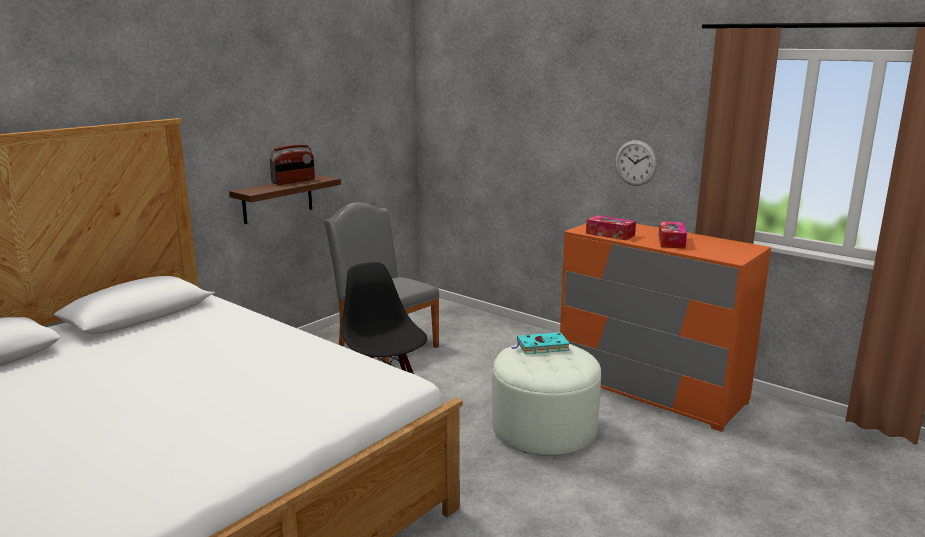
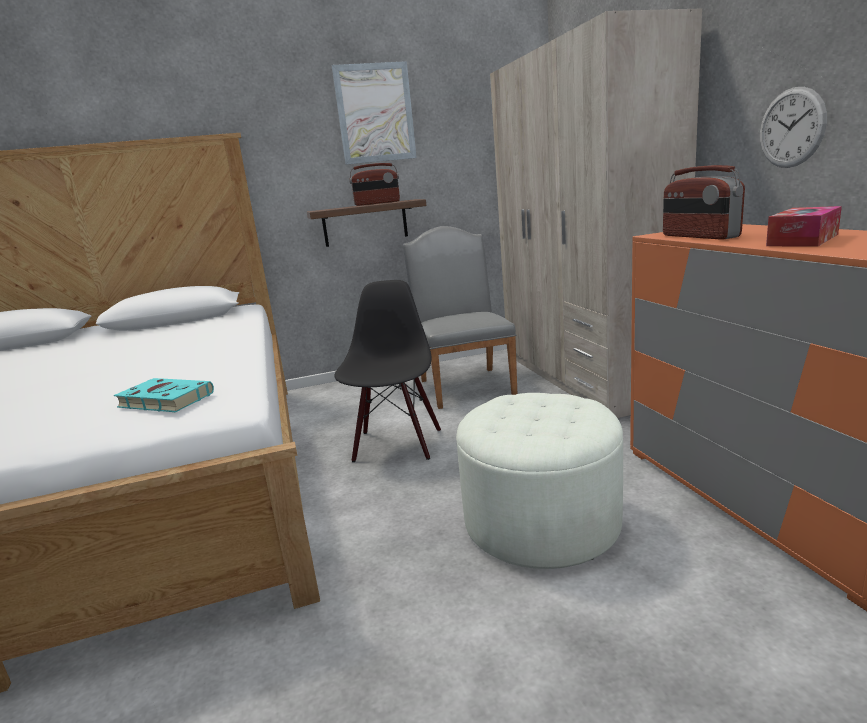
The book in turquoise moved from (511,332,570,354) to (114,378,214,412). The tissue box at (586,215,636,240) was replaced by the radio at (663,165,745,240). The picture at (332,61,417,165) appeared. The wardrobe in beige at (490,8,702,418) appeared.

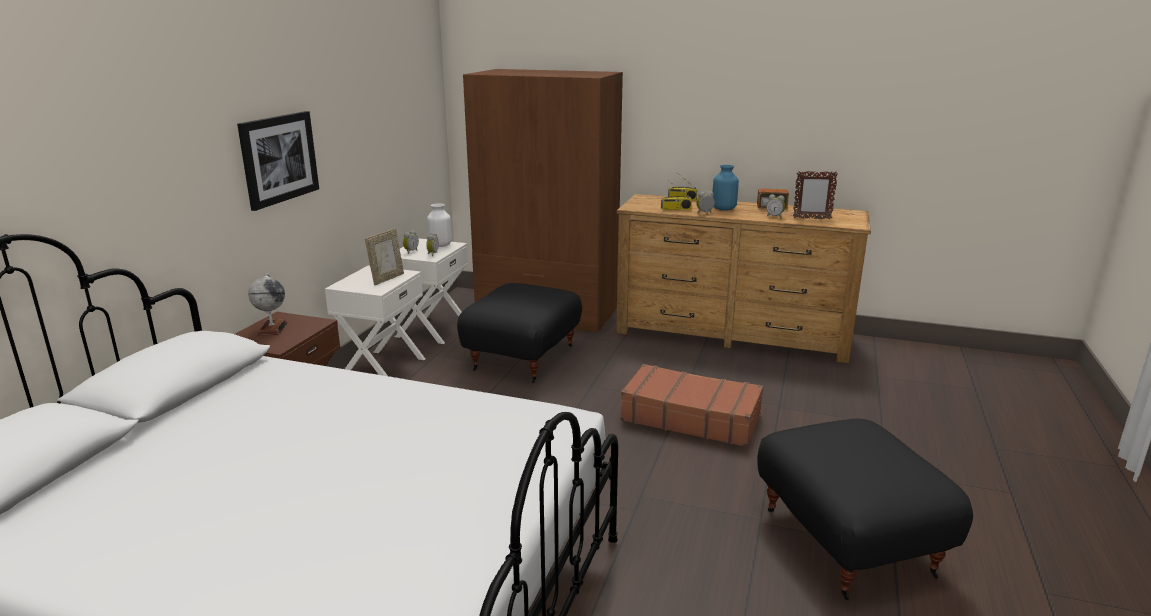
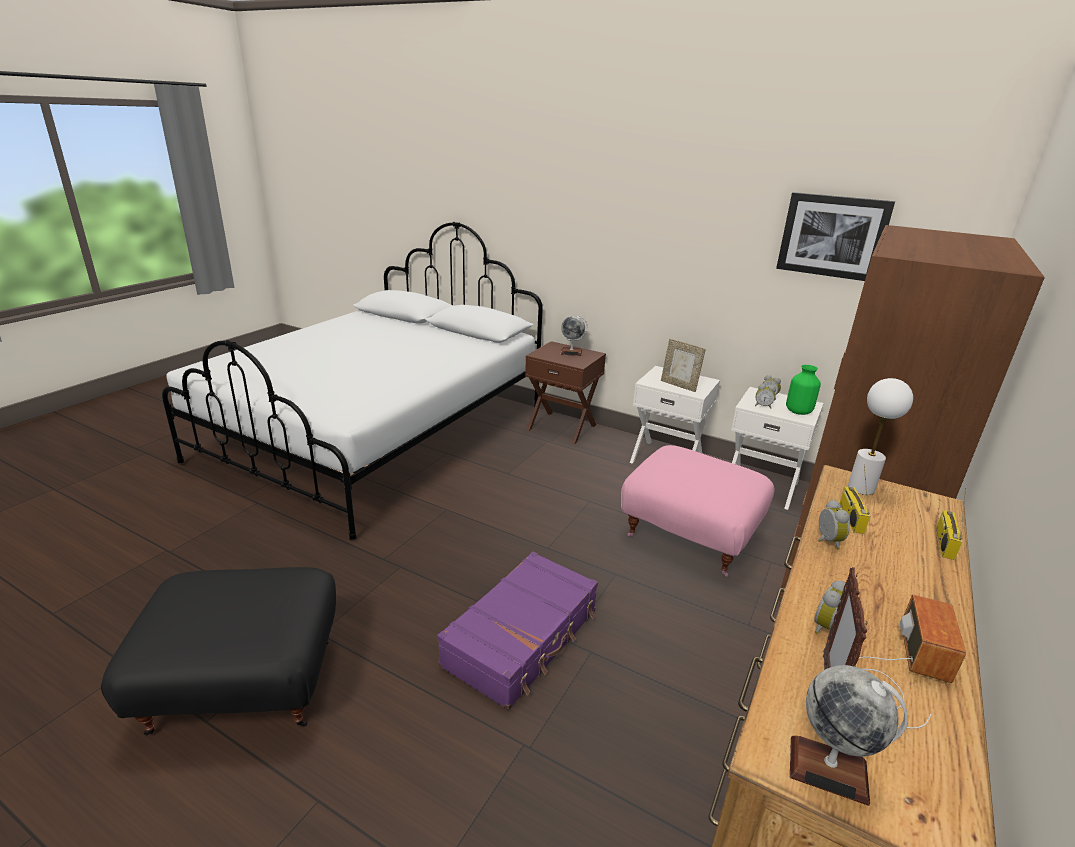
The picture moved from (237,111,319,211) to (776,192,895,281). The vase in white at (427,203,452,247) became the vase in green at (786,365,821,415). The ottoman in black at (457,283,582,383) became the ottoman in pink at (621,445,775,577). The suitcase in brown at (620,364,764,447) became the suitcase in purple at (437,552,598,710). The vase in blue at (712,165,739,211) disappeared. The globe at (790,665,908,806) appeared. The table lamp in white at (848,378,913,495) appeared.

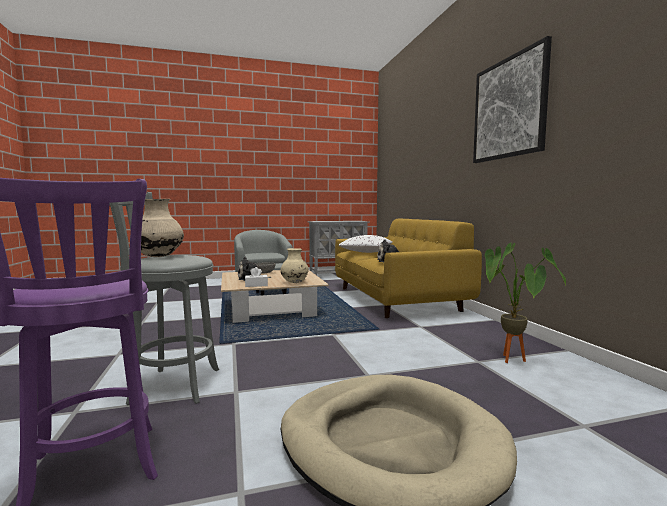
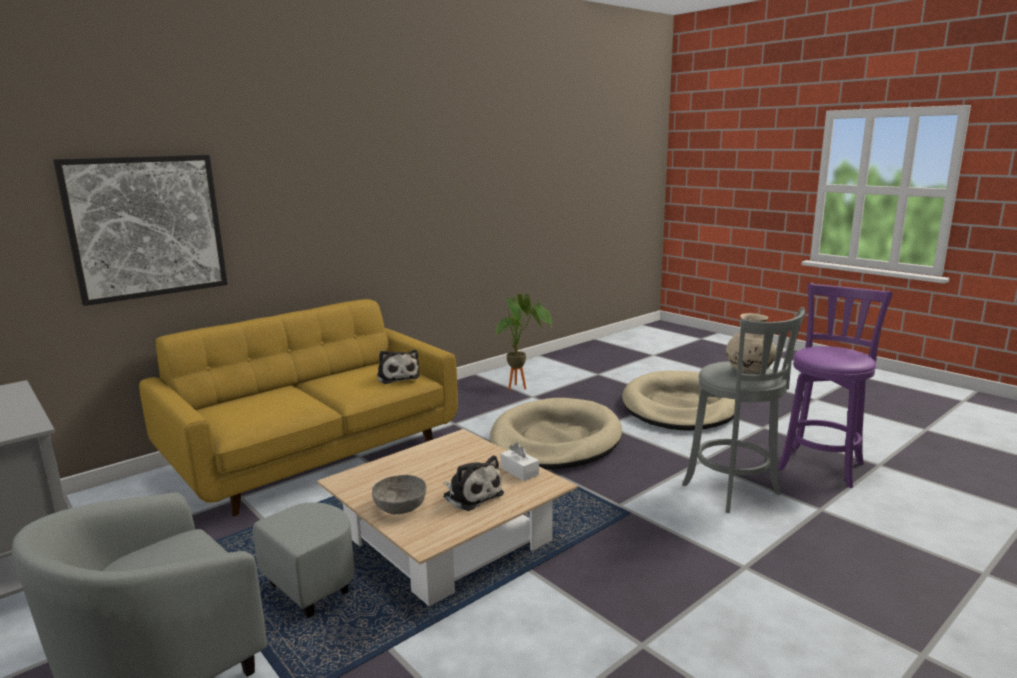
The vase in beige at (280,248,309,283) disappeared. The pillow in white at (339,235,392,253) disappeared. The picture moved from (473,36,552,163) to (53,155,228,306). The dog bed in beige at (490,398,622,470) appeared.

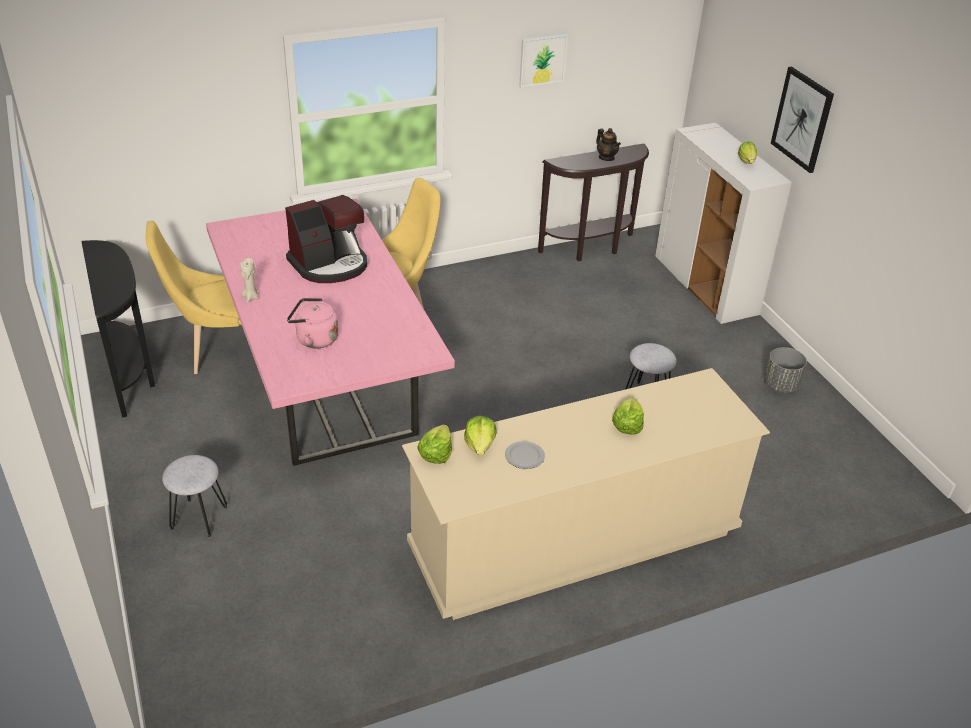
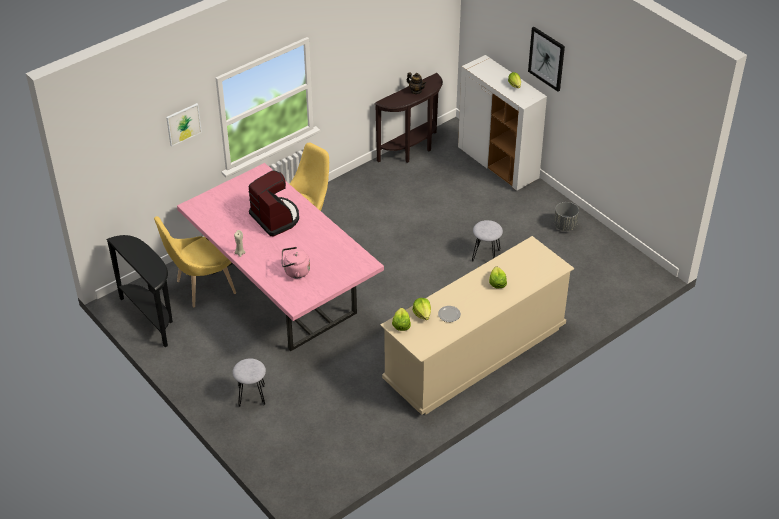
The coffee machine at (285,195,367,283) turned 75 degrees counterclockwise. The picture moved from (519,34,568,87) to (166,103,202,147).

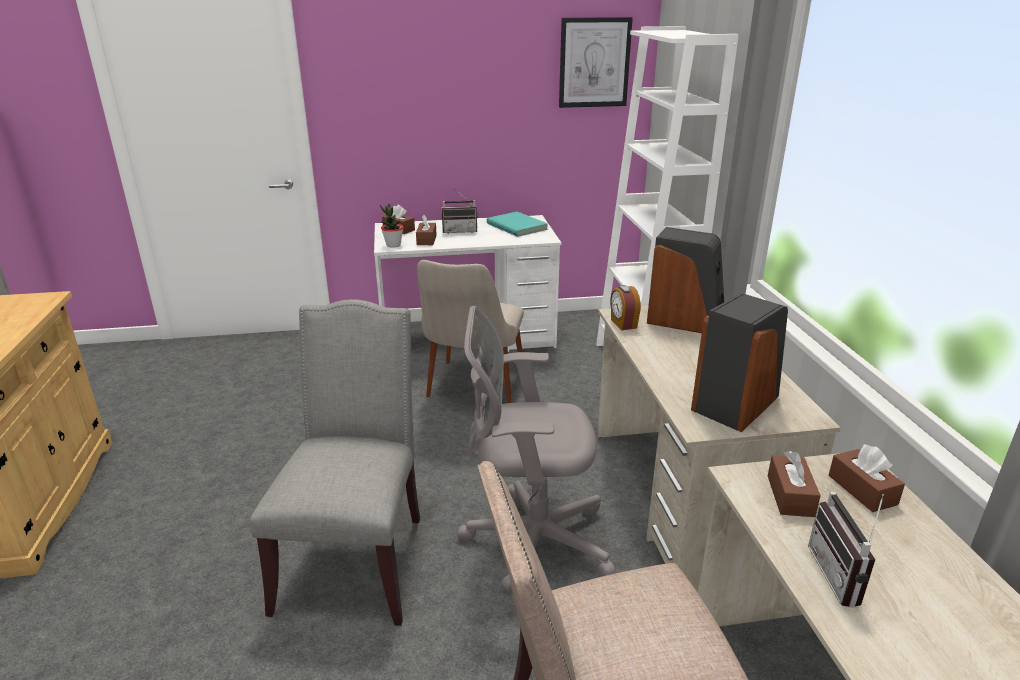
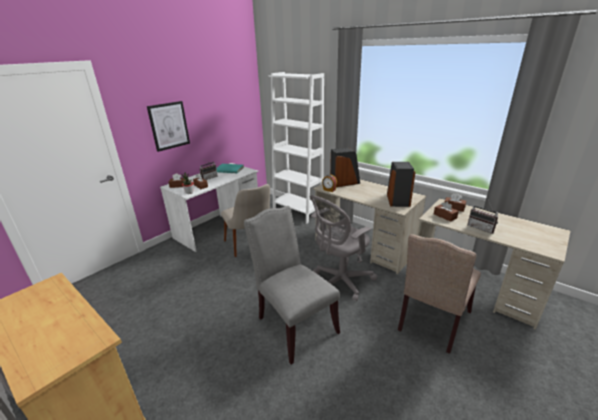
The picture moved from (559,17,633,108) to (147,101,190,152).

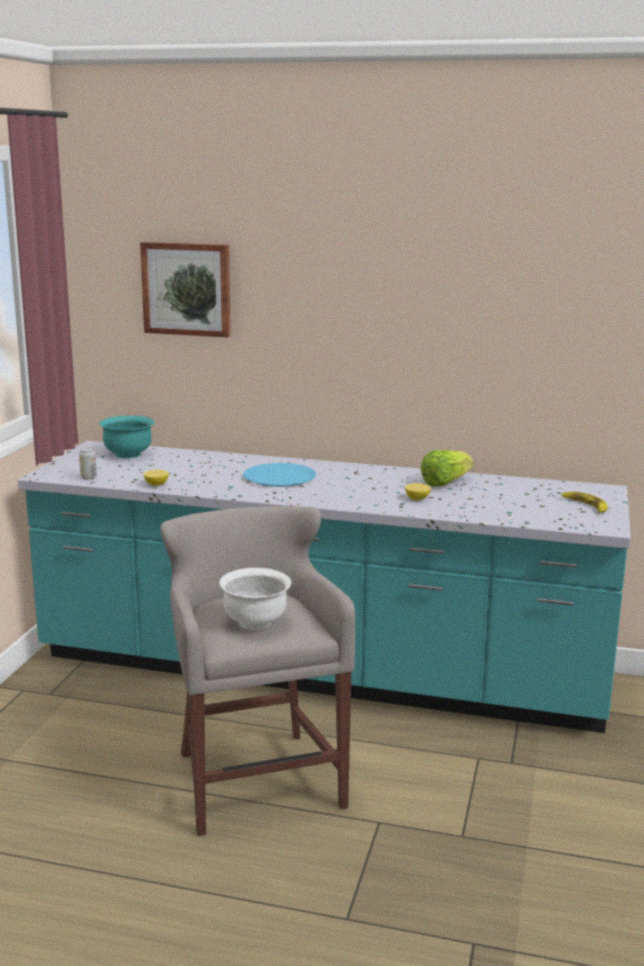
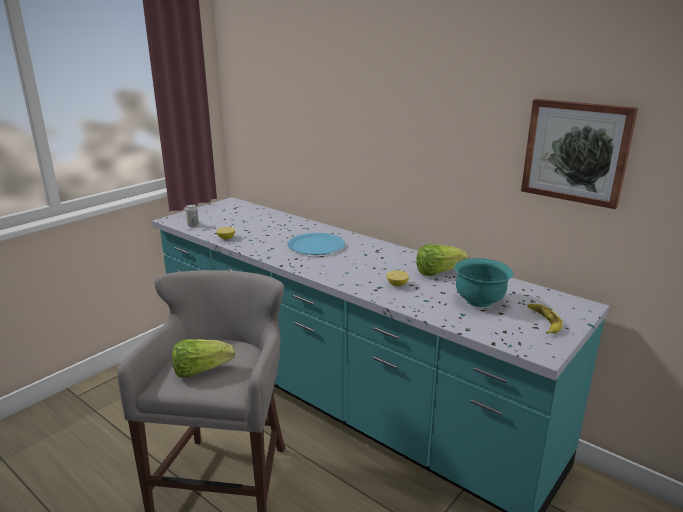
The bowl in turquoise moved from (99,416,155,458) to (454,258,513,307). The picture moved from (140,242,230,337) to (521,99,638,209). The bowl in white at (219,568,291,630) was replaced by the lettuce at (172,339,235,378).

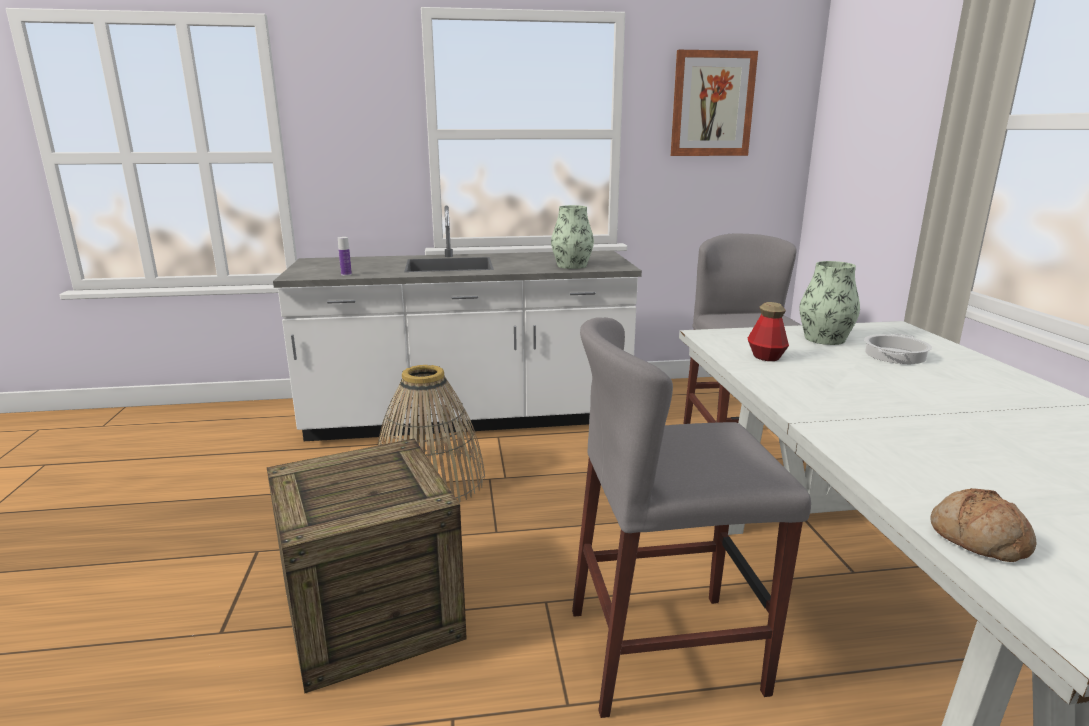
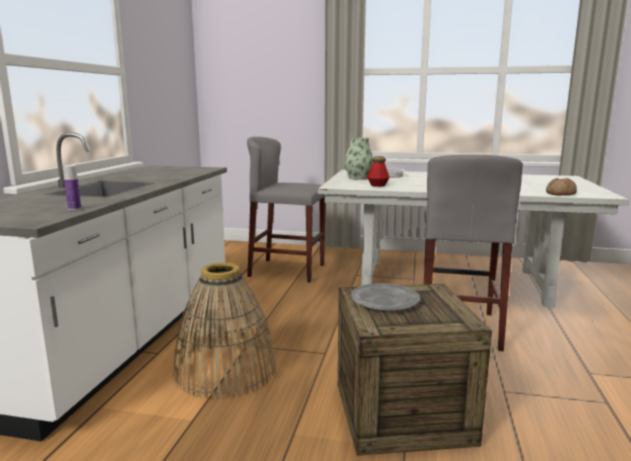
The vase at (551,205,594,269) disappeared. The picture at (671,50,758,156) disappeared. The plate in grey at (351,283,420,310) appeared.

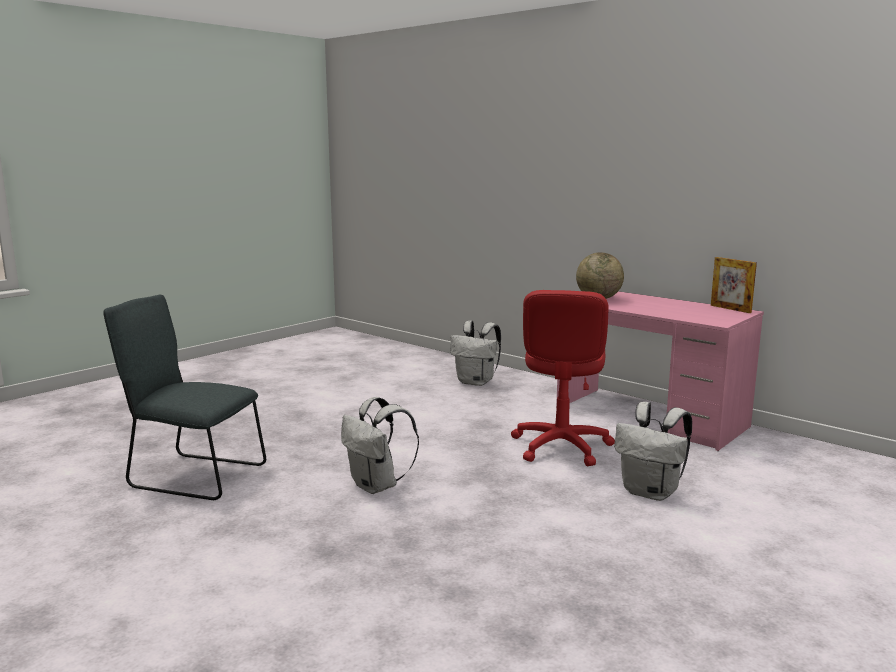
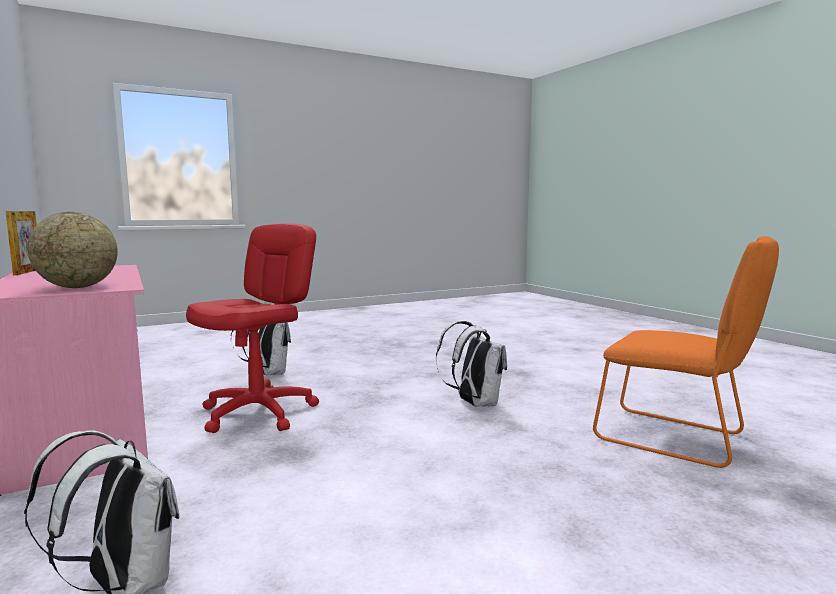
The chair in grey at (103,294,266,500) became the chair in orange at (593,236,779,468).

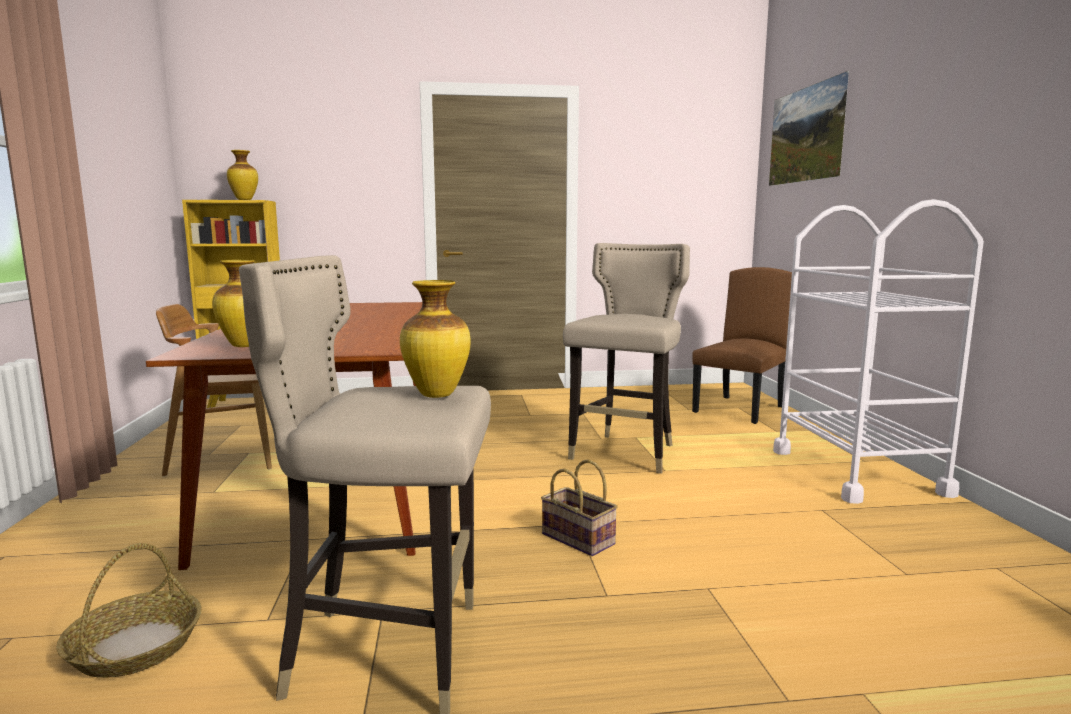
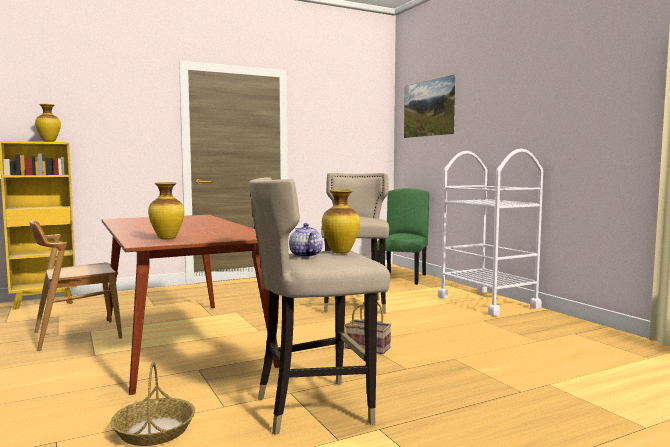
The chair in brown at (692,267,792,424) became the chair in green at (377,188,429,285). The teapot at (289,223,323,257) appeared.

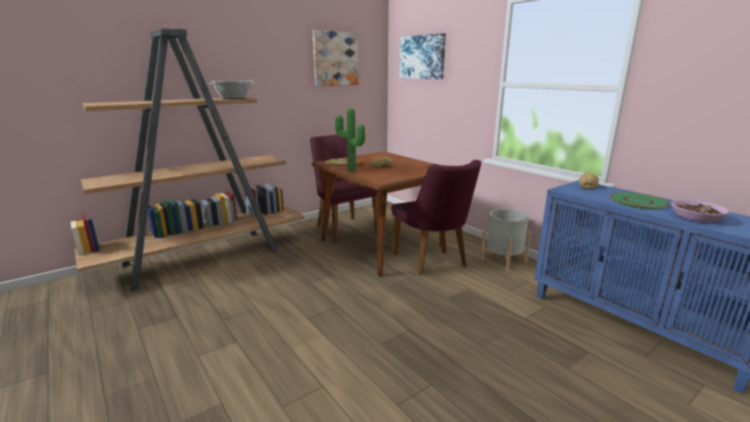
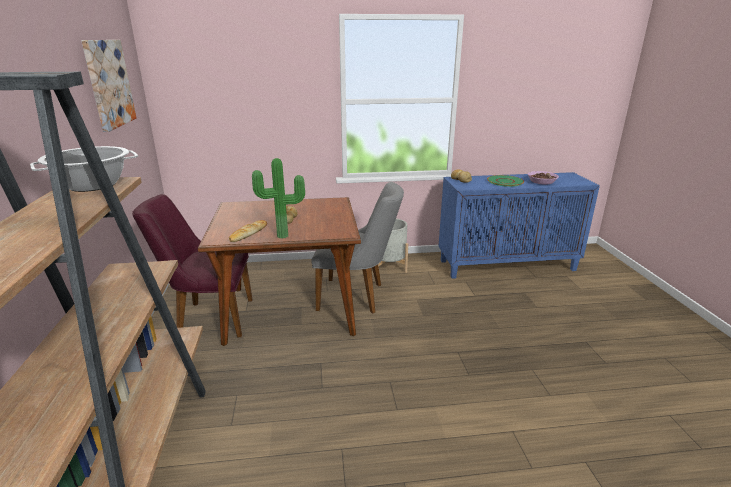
The chair in purple at (391,160,481,276) became the chair in grey at (311,182,404,314). The picture at (399,33,446,79) disappeared.

